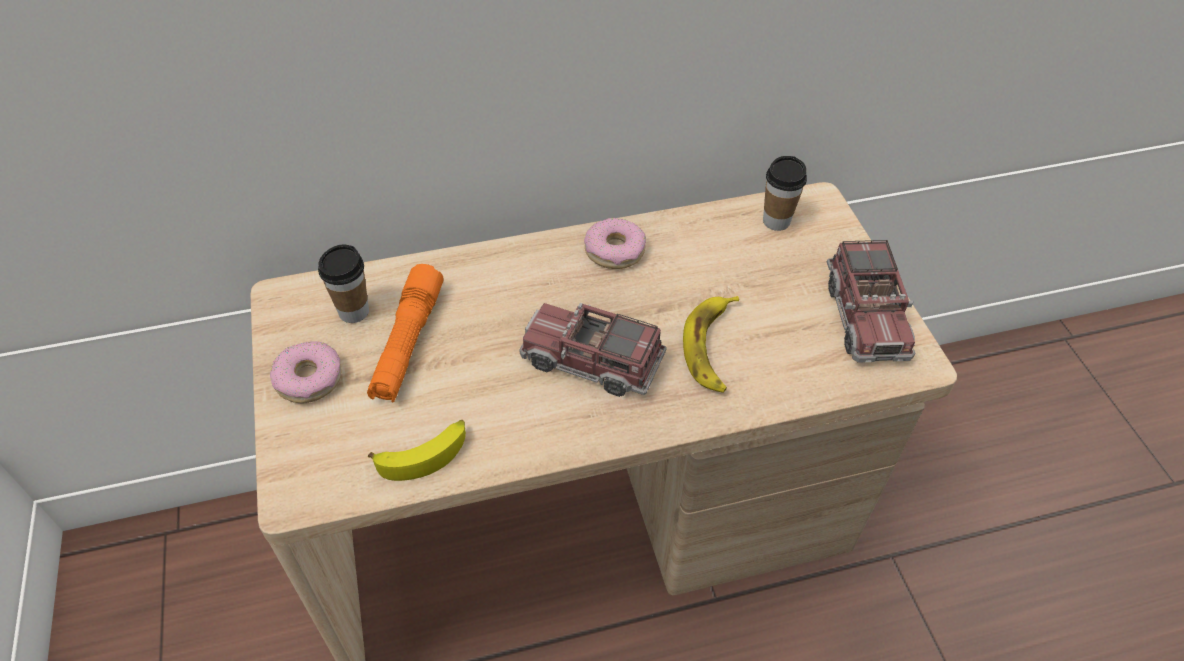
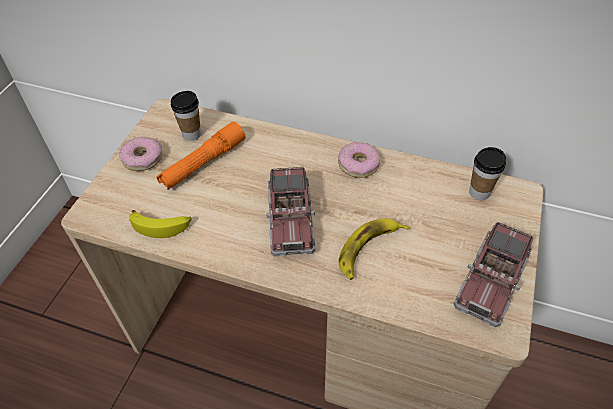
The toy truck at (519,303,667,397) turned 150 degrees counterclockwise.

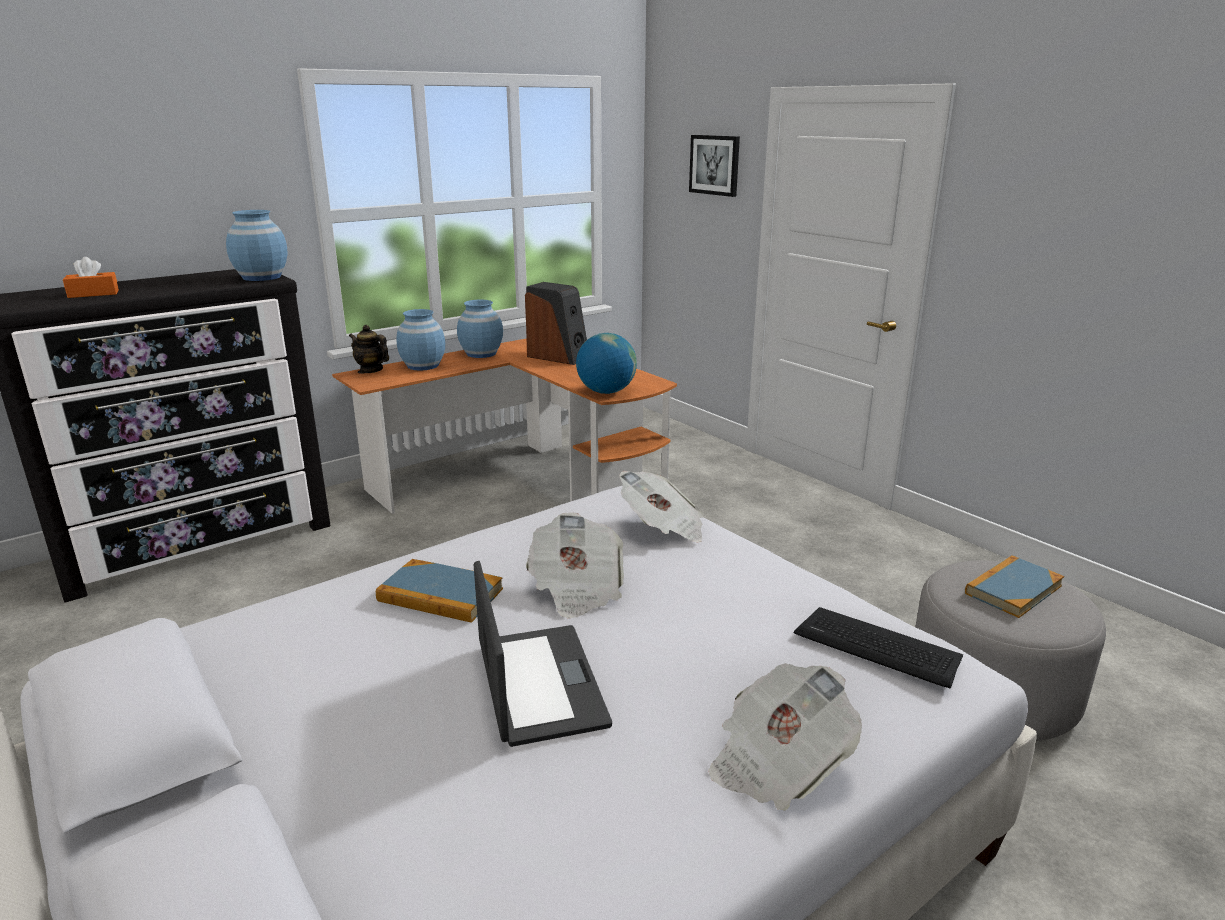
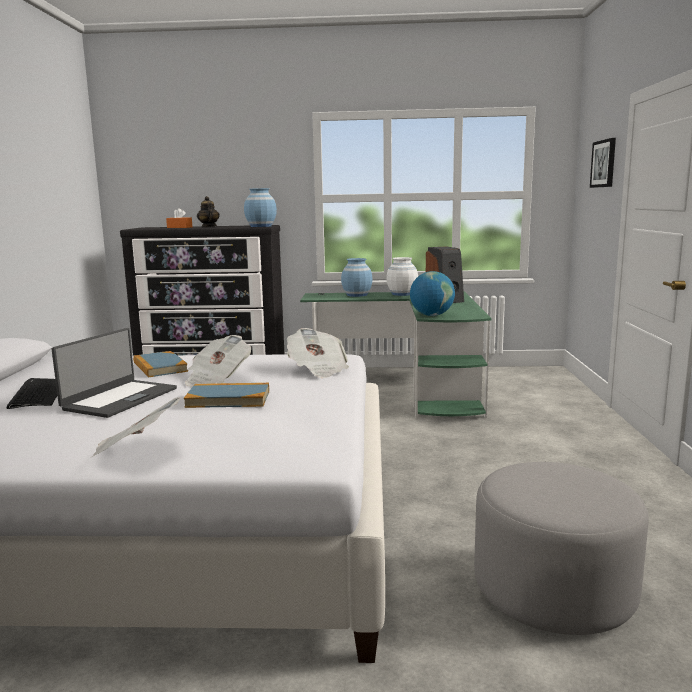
The desk in orange at (332,338,677,514) became the desk in green at (300,291,492,418). The teapot moved from (349,325,389,373) to (197,196,220,227). The vase in blue at (457,300,503,358) became the vase in white at (386,257,418,296). The keyboard moved from (794,607,963,689) to (7,378,57,409). The book moved from (965,555,1064,618) to (184,383,269,408).

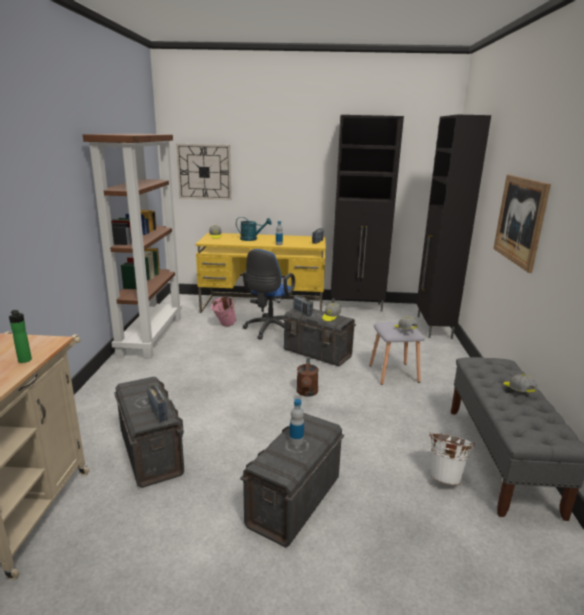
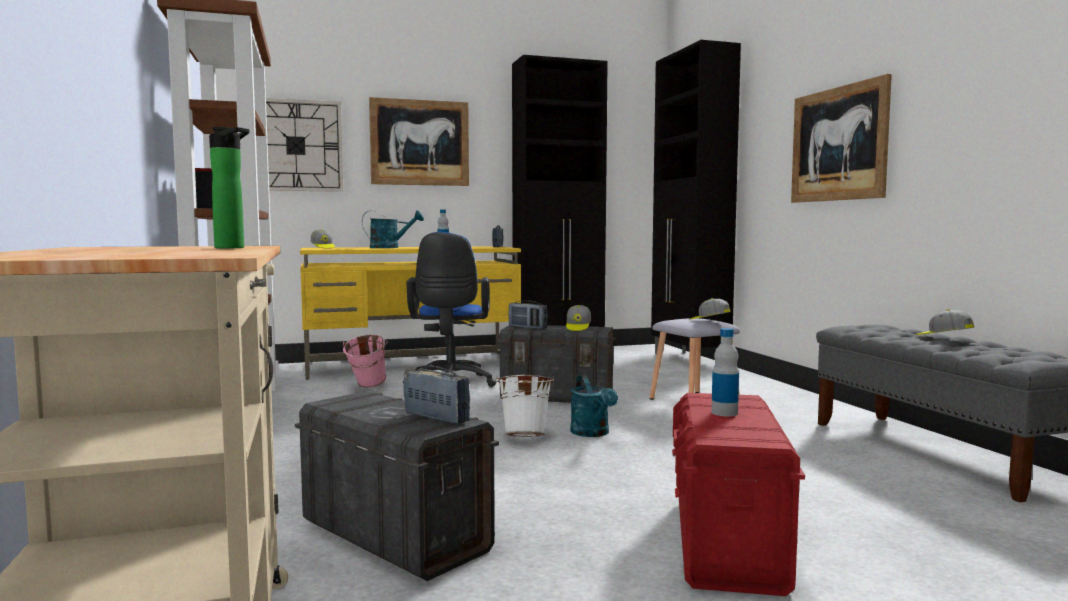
The storage box in grey at (240,413,344,548) became the storage box in red at (672,393,805,596). The watering can in brown at (296,358,319,397) became the watering can in turquoise at (570,375,618,437). The bucket in white moved from (429,433,475,485) to (496,375,554,437). The picture at (369,97,469,186) appeared.

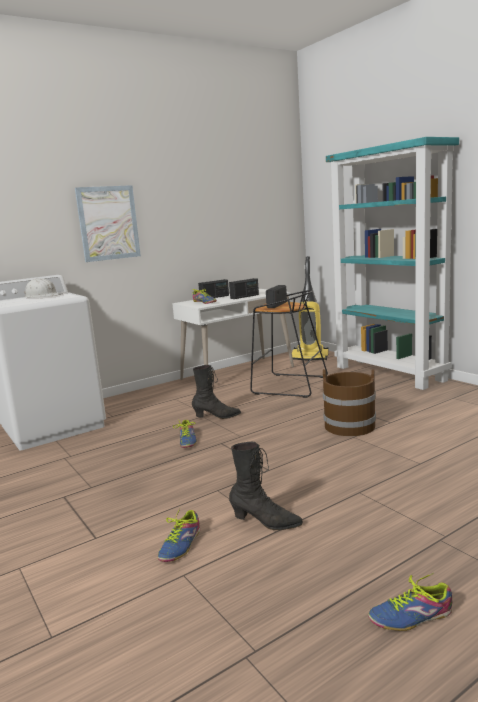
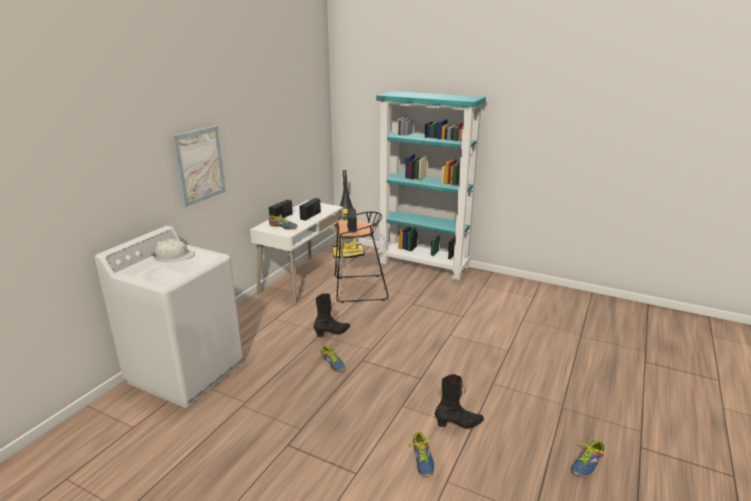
The bucket in brown at (323,369,376,436) disappeared.

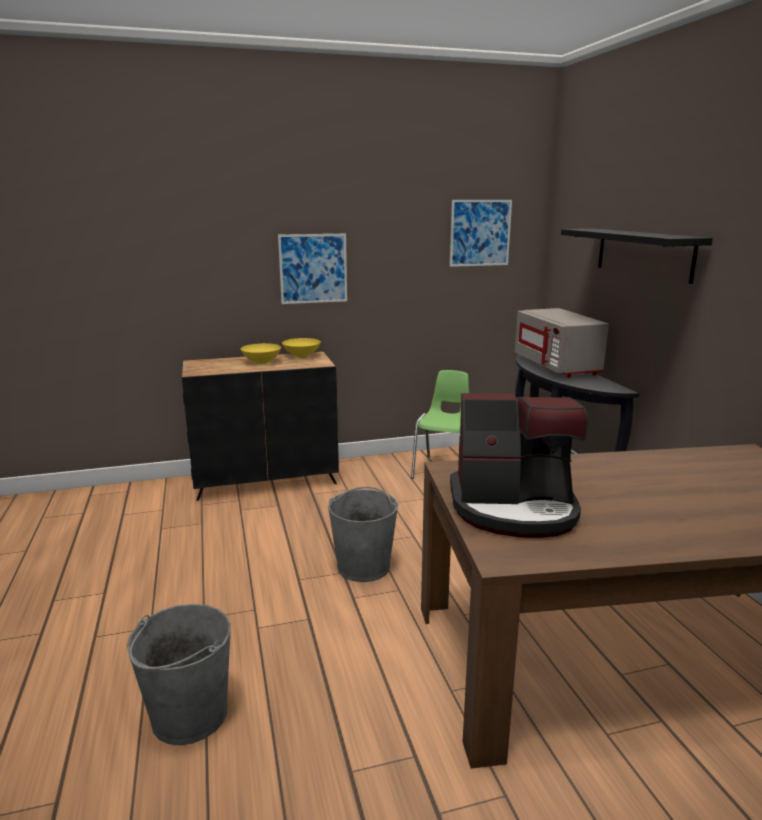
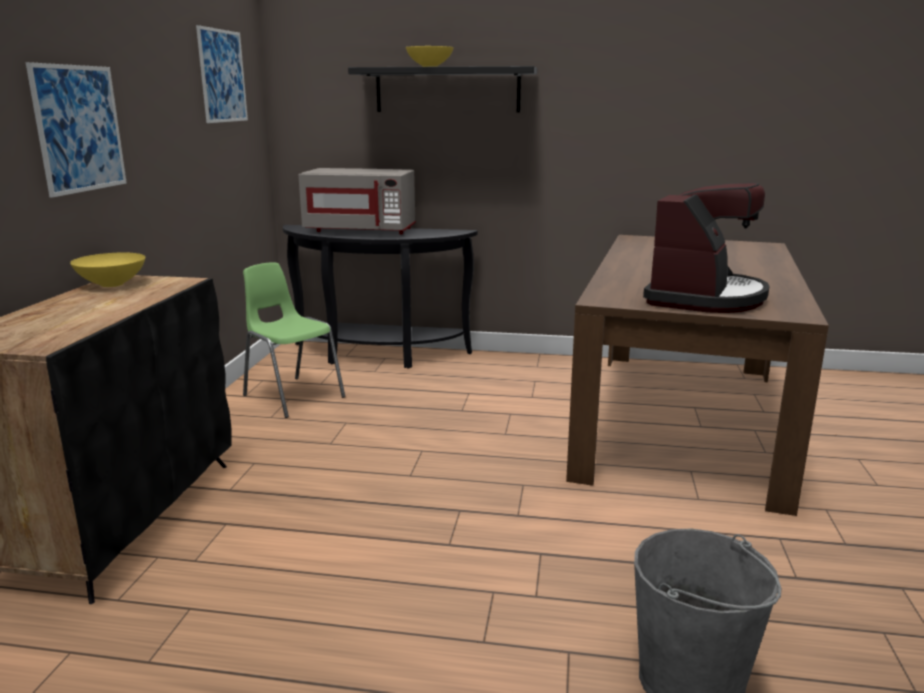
The bowl in yellow moved from (241,343,281,364) to (406,46,454,67). The bucket in grey at (328,487,398,582) disappeared.

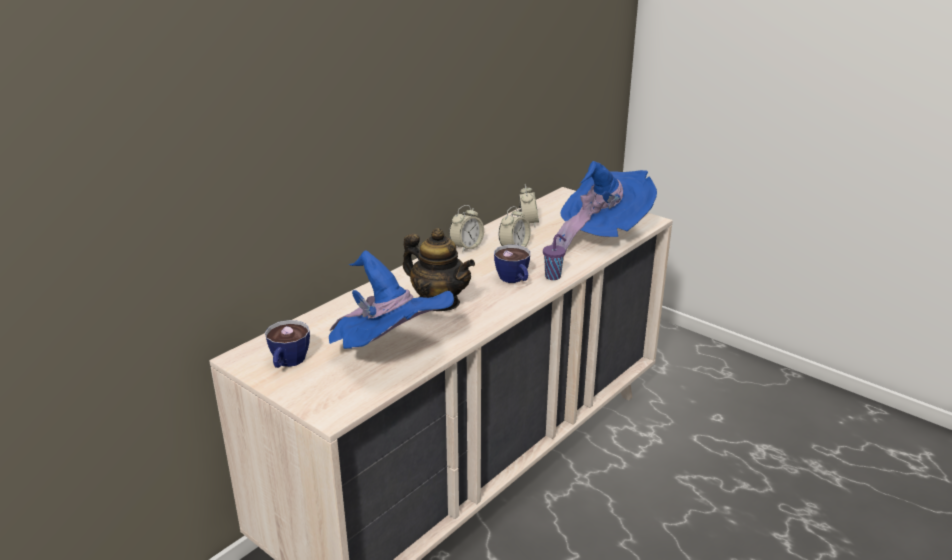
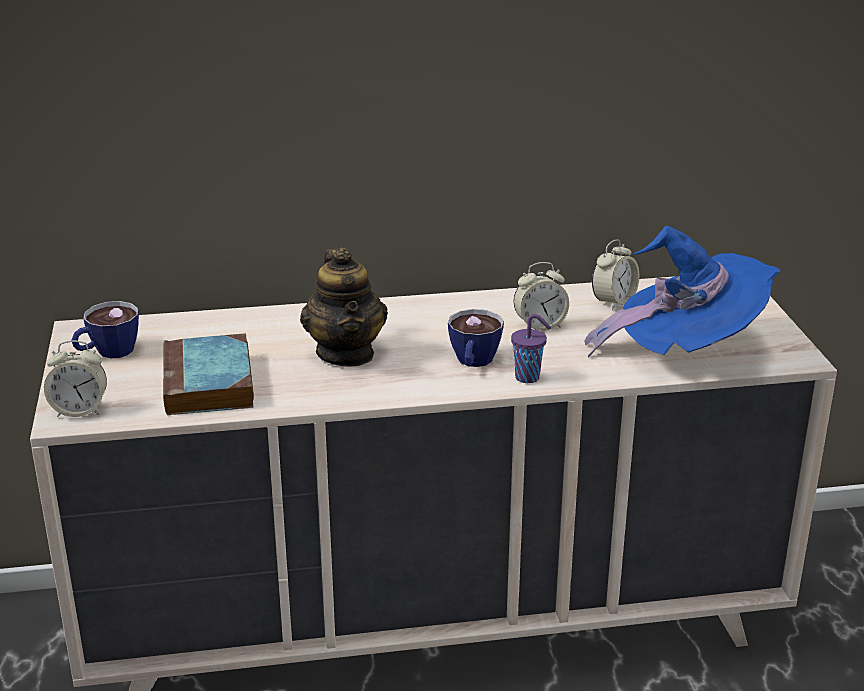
The hat in blue at (329,250,454,349) was replaced by the book at (163,333,254,415). The alarm clock moved from (449,205,484,252) to (44,340,107,417).

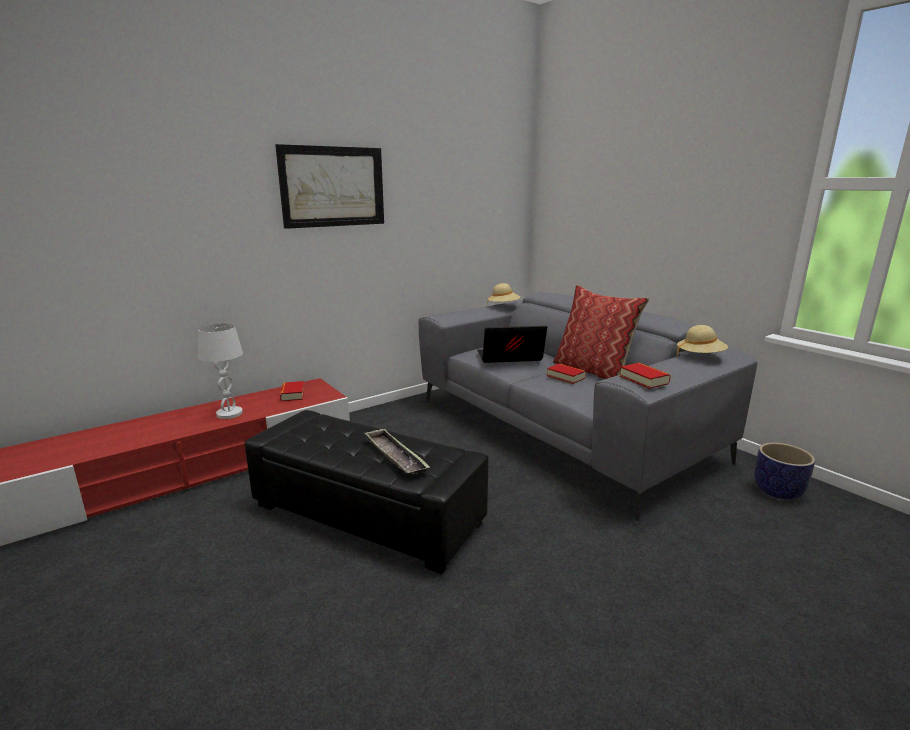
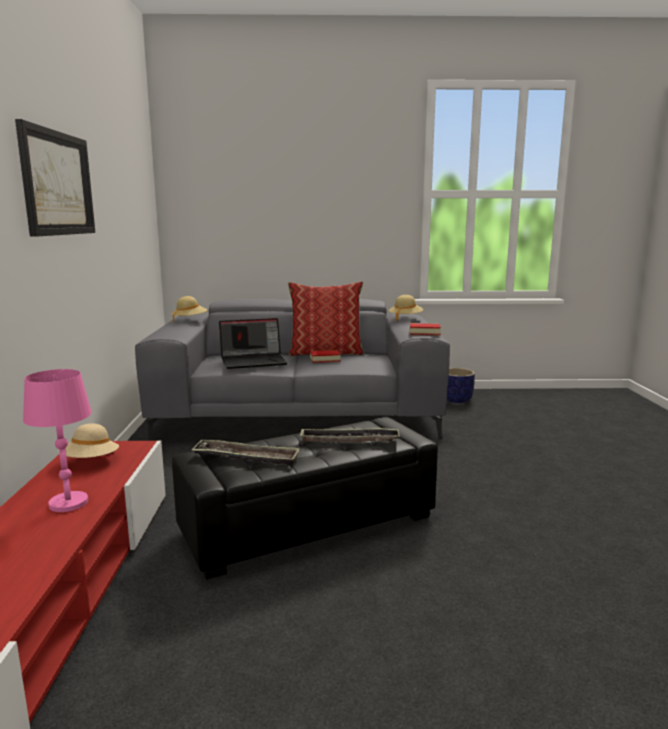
The table lamp in white at (198,323,243,419) became the table lamp in pink at (23,369,92,512). The book at (280,381,304,401) was replaced by the hat in beige at (65,423,119,458). The laptop at (477,326,547,363) turned 135 degrees counterclockwise. The tray at (191,439,300,466) appeared.

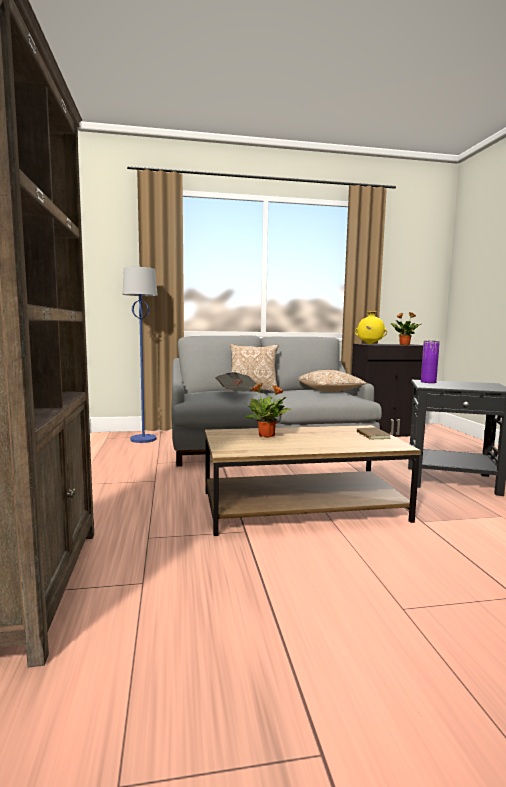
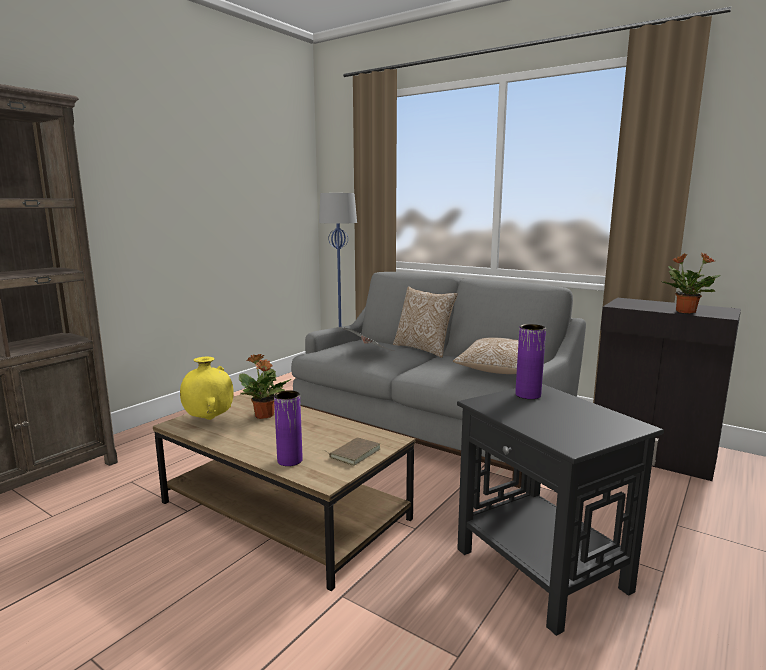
The vase in yellow moved from (355,311,387,344) to (180,357,234,420). The vase in purple at (274,390,303,466) appeared.

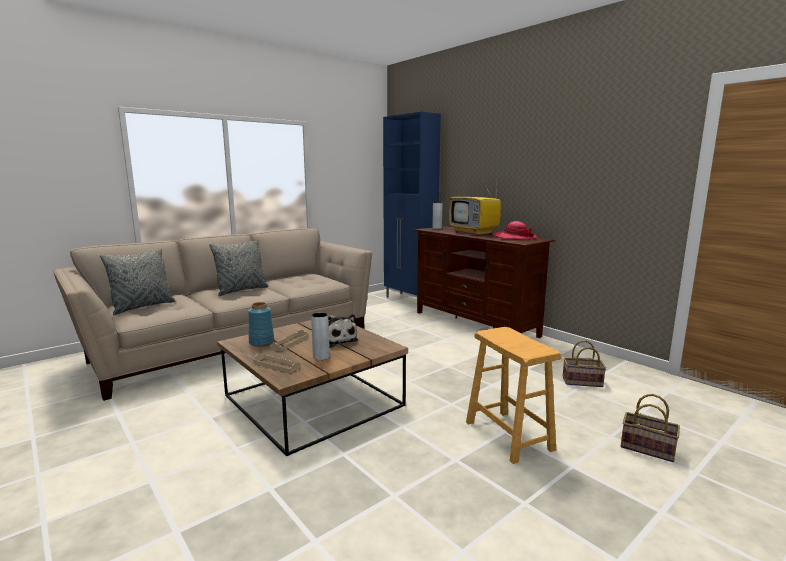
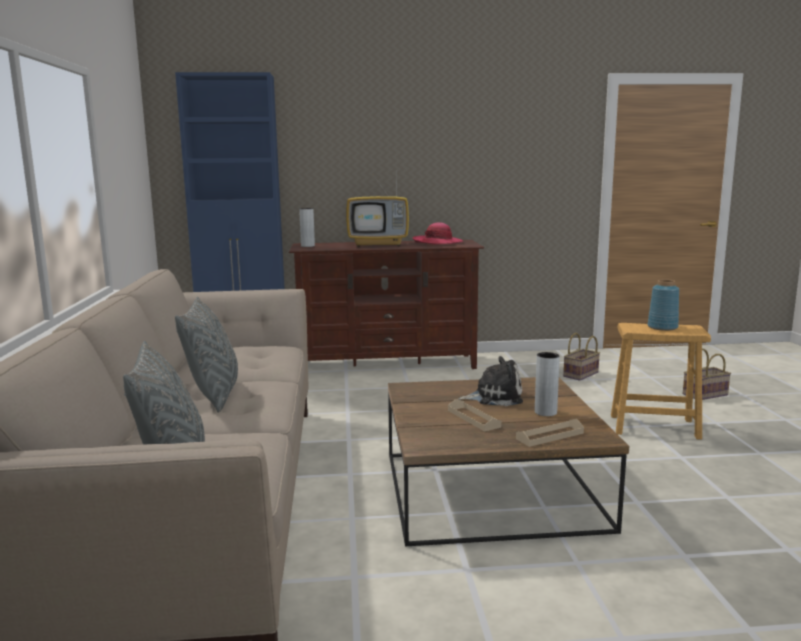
The vase in blue moved from (248,302,274,347) to (647,279,679,331).

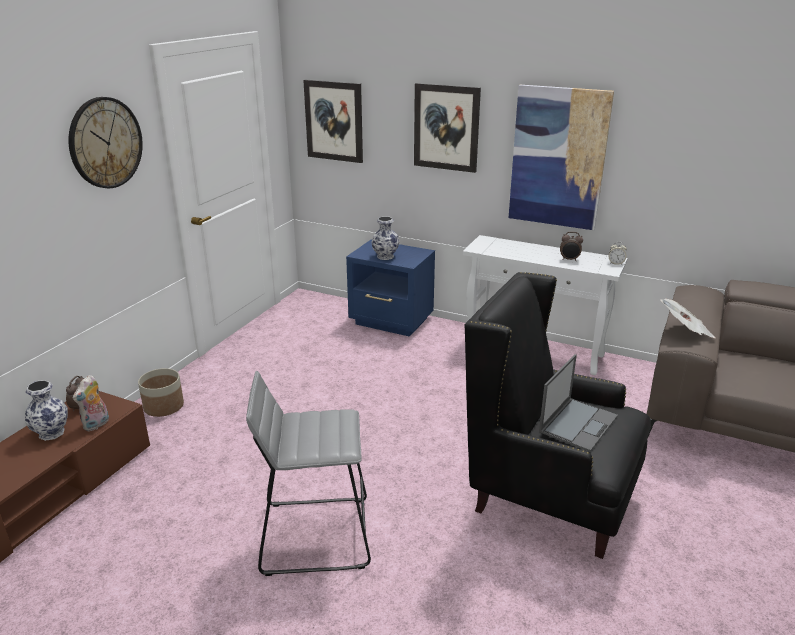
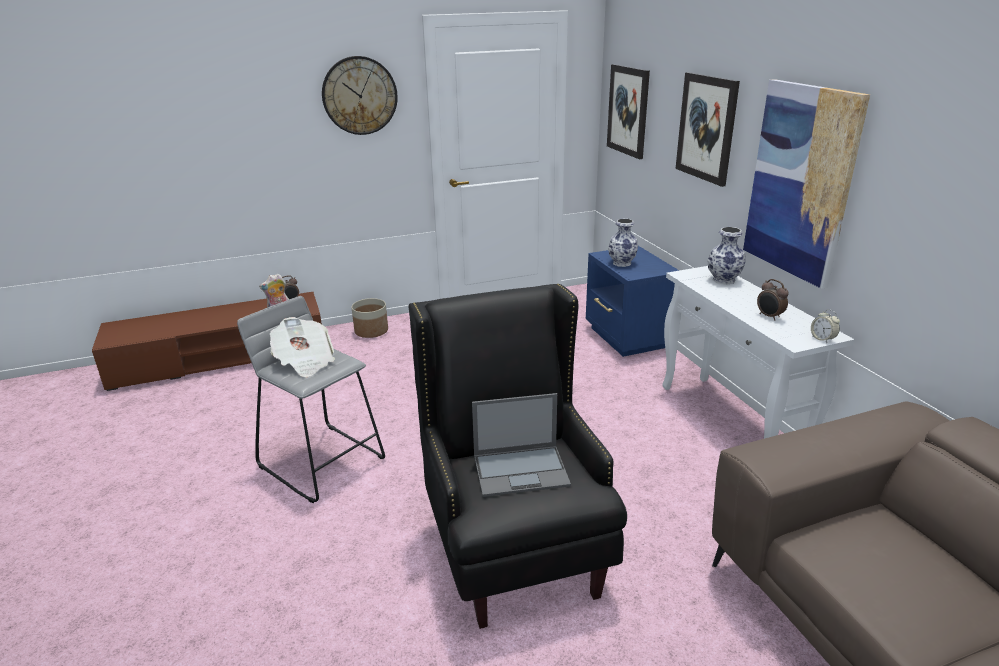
The vase moved from (25,380,68,441) to (707,227,746,285). The newspaper moved from (660,299,716,338) to (270,317,335,377).

